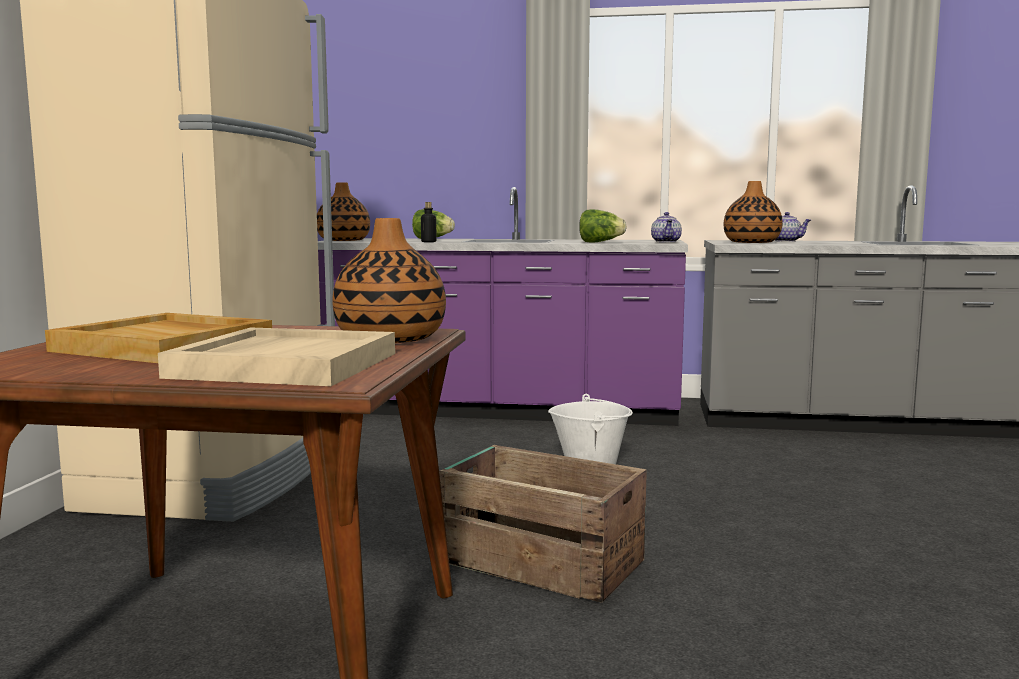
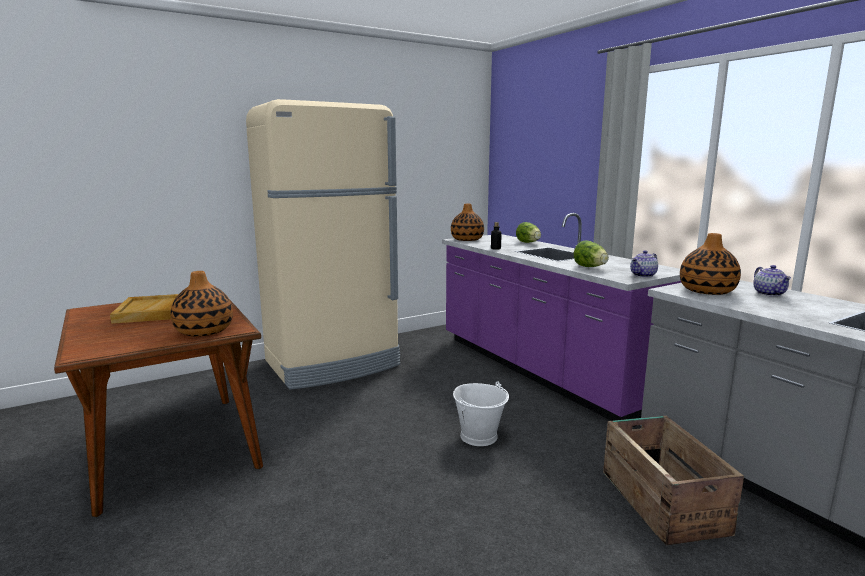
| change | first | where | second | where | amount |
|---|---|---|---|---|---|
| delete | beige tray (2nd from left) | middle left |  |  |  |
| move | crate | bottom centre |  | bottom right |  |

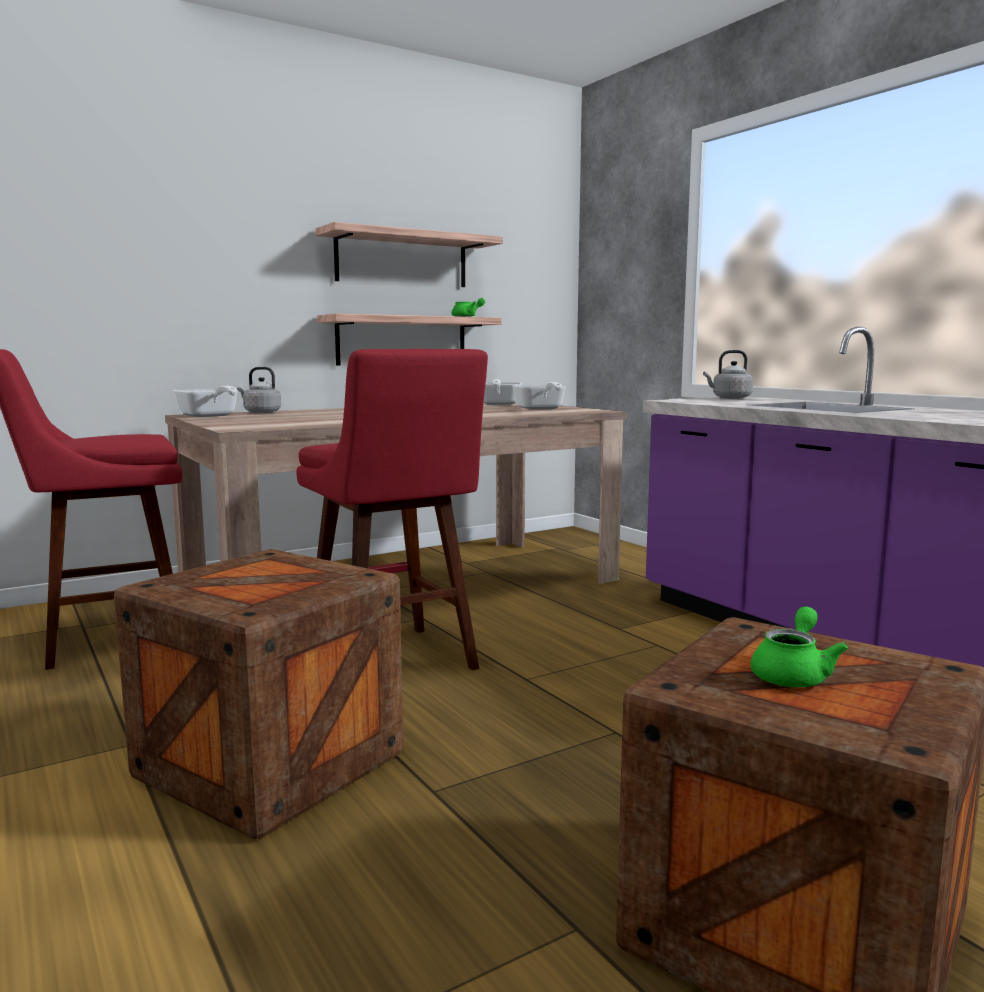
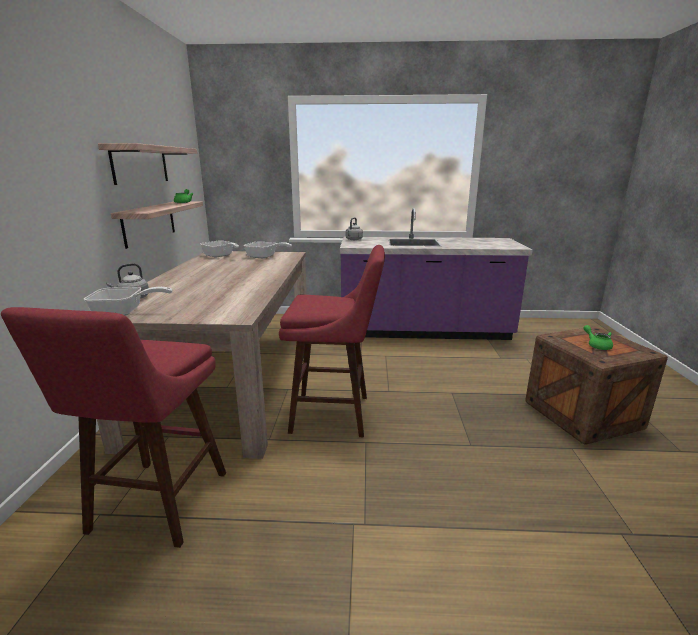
| change | first | where | second | where | amount |
|---|---|---|---|---|---|
| delete | crate (1st from left) | bottom left |  |  |  |

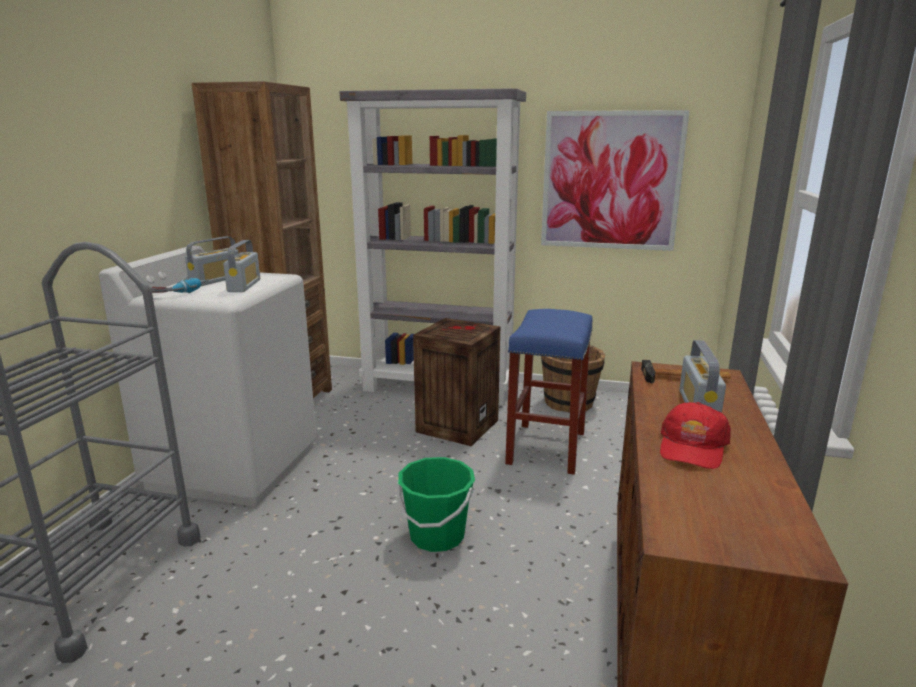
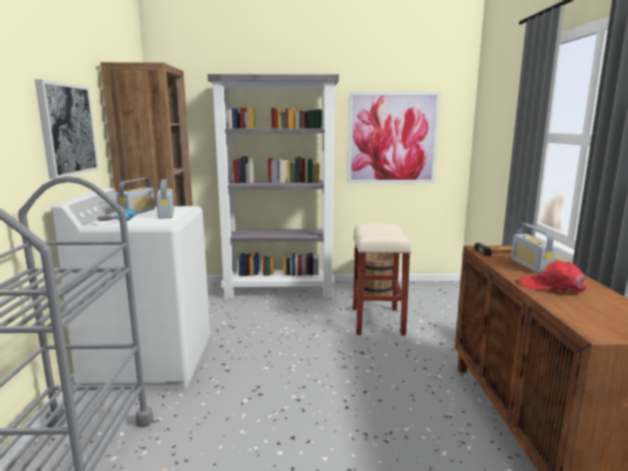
| change | first | where | second | where | amount |
|---|---|---|---|---|---|
| delete | green bucket | bottom centre |  |  |  |
| delete | crate | centre |  |  |  |
| insert |  |  | picture (1st from left) | top left |  |
| recolor | blue stool | centre | beige stool | centre |  |
| rotate | red cap | middle right |  | middle right | 105 degrees clockwise |

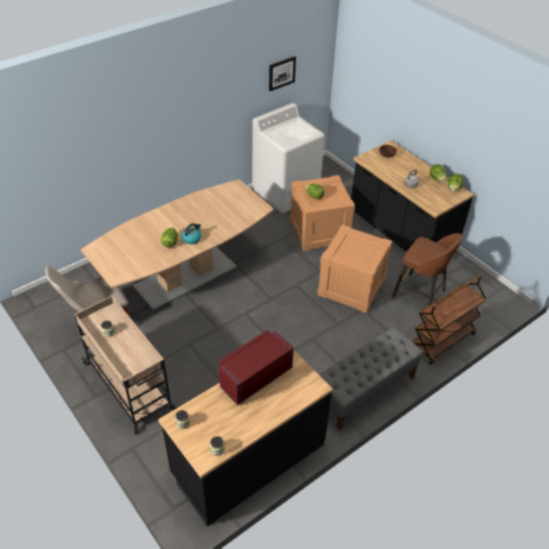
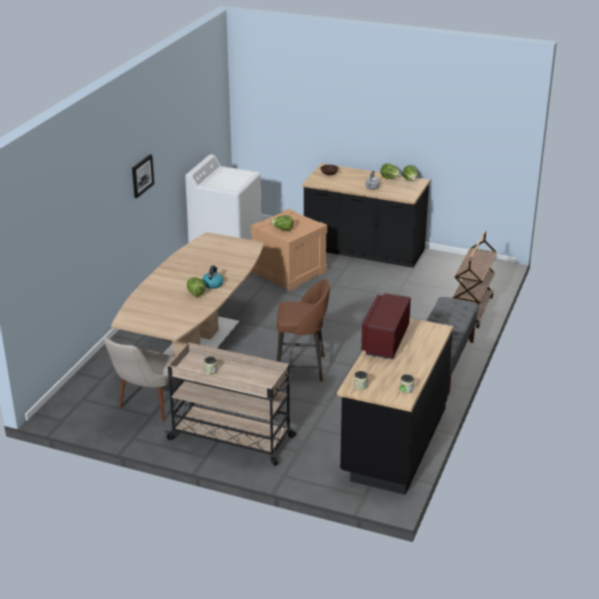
| change | first | where | second | where | amount |
|---|---|---|---|---|---|
| delete | crate (2nd from left) | centre |  |  |  |
| move | picture | top centre |  | top left |  |
| move | brown stool | middle right |  | centre |  |

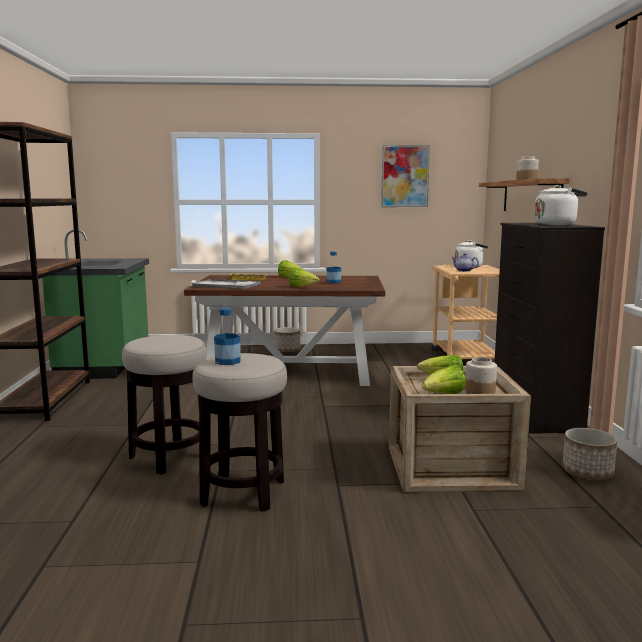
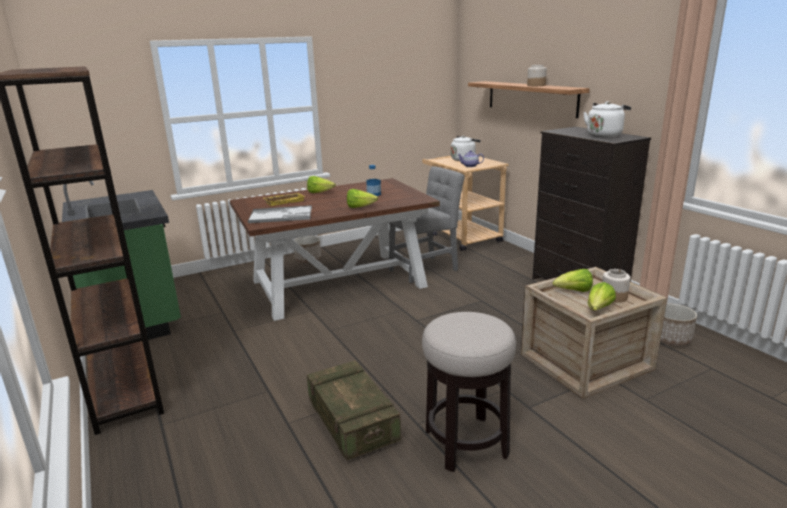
| change | first | where | second | where | amount |
|---|---|---|---|---|---|
| delete | bottle (1st from left) | centre |  |  |  |
| delete | picture | top centre |  |  |  |
| insert |  |  | grey chair | centre |  |
| replace | stool (1st from left) | middle left | crate (1st from left) | bottom centre |  |

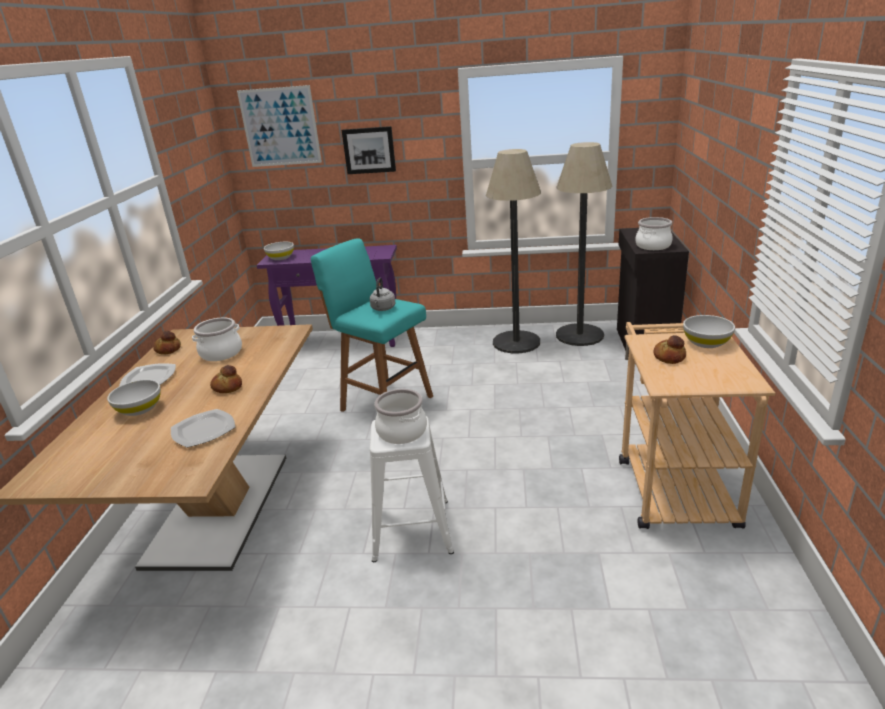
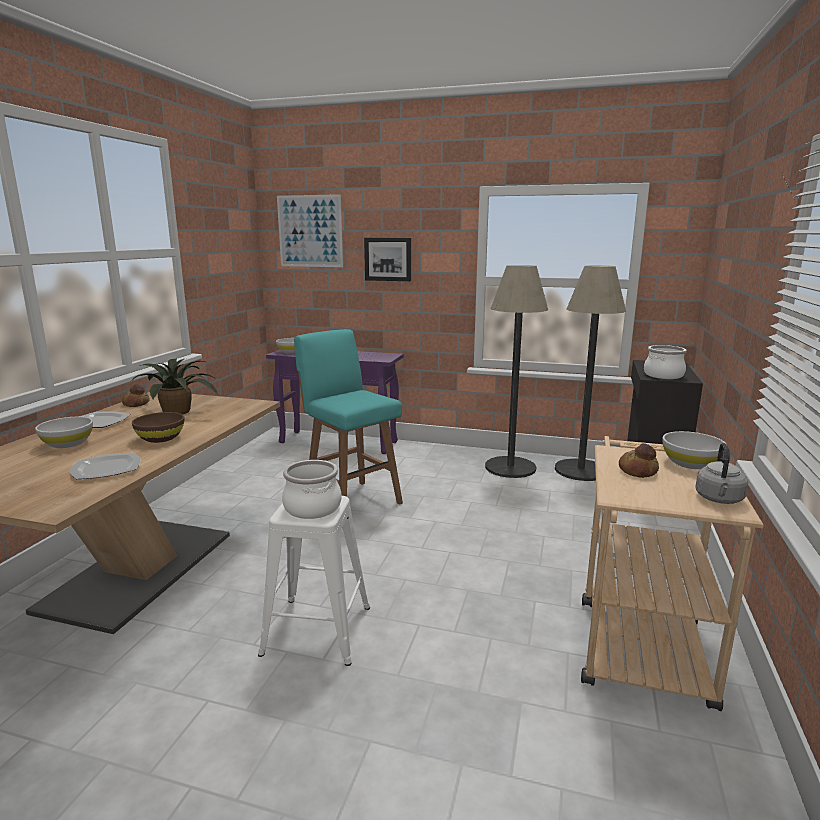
| change | first | where | second | where | amount |
|---|---|---|---|---|---|
| move | grey kettle | centre |  | middle right |  |
| replace | cooking pot (1st from left) | middle left | potted plant | middle left |  |
| replace | bread (2nd from left) | middle left | brown bowl | middle left |  |

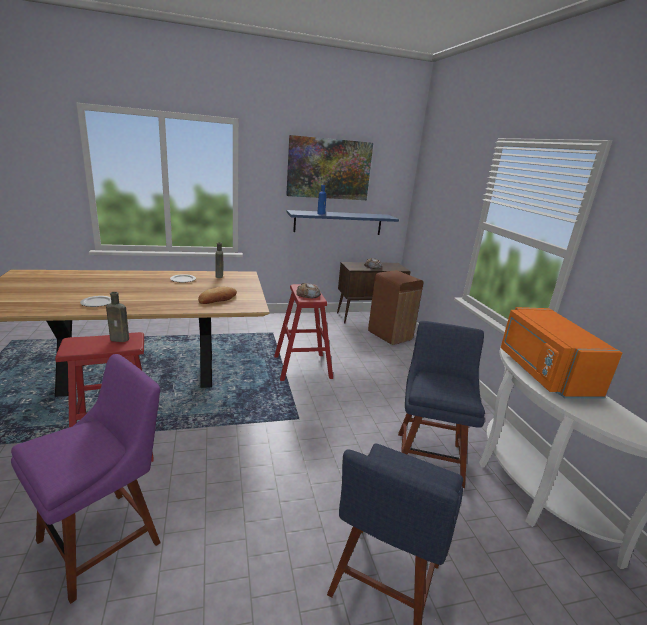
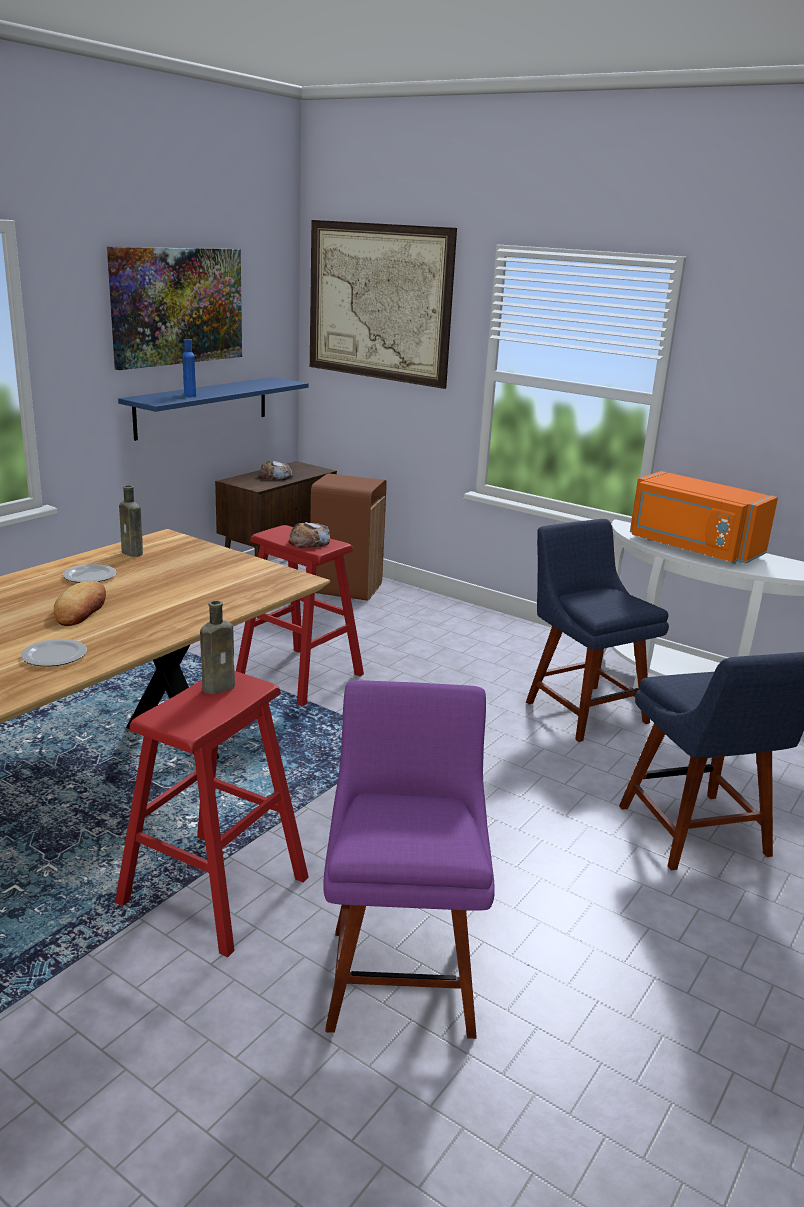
| change | first | where | second | where | amount |
|---|---|---|---|---|---|
| insert |  |  | picture (2nd from left) | top centre |  |
| move | bread (1st from left) | centre |  | middle left |  |

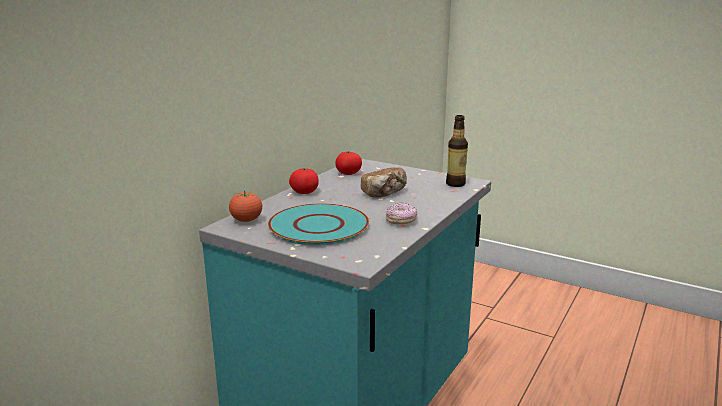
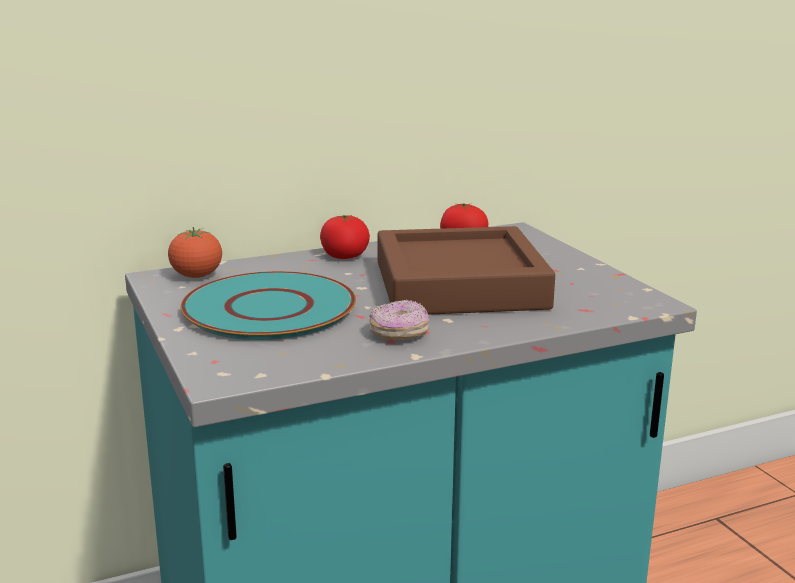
| change | first | where | second | where | amount |
|---|---|---|---|---|---|
| delete | bottle | centre |  |  |  |
| replace | bread | centre | brown tray | centre |  |

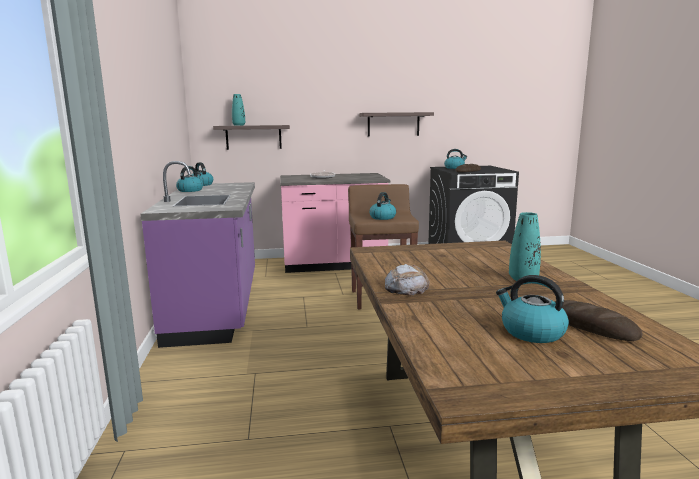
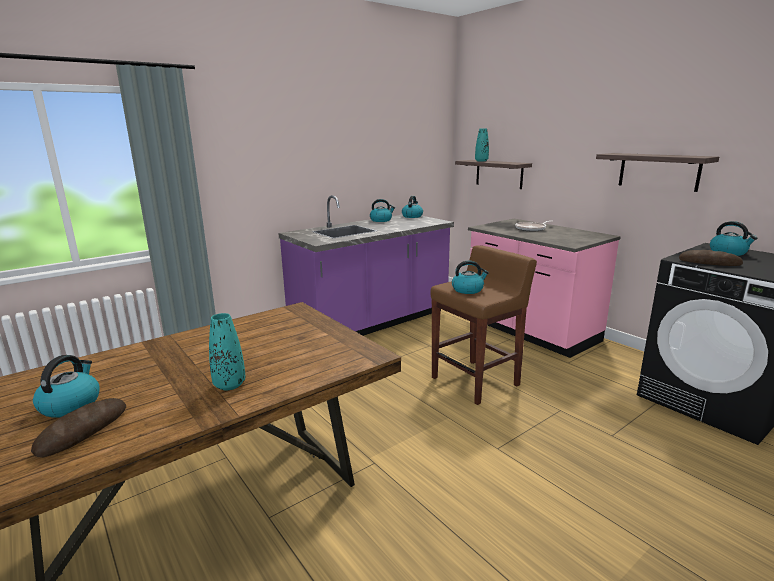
| change | first | where | second | where | amount |
|---|---|---|---|---|---|
| delete | bread (1st from left) | centre |  |  |  |

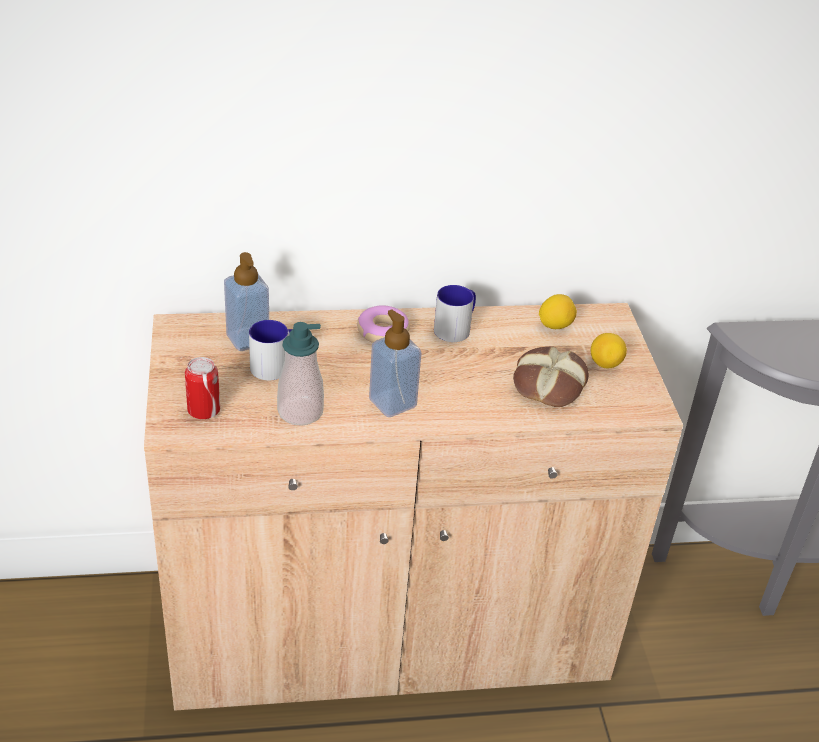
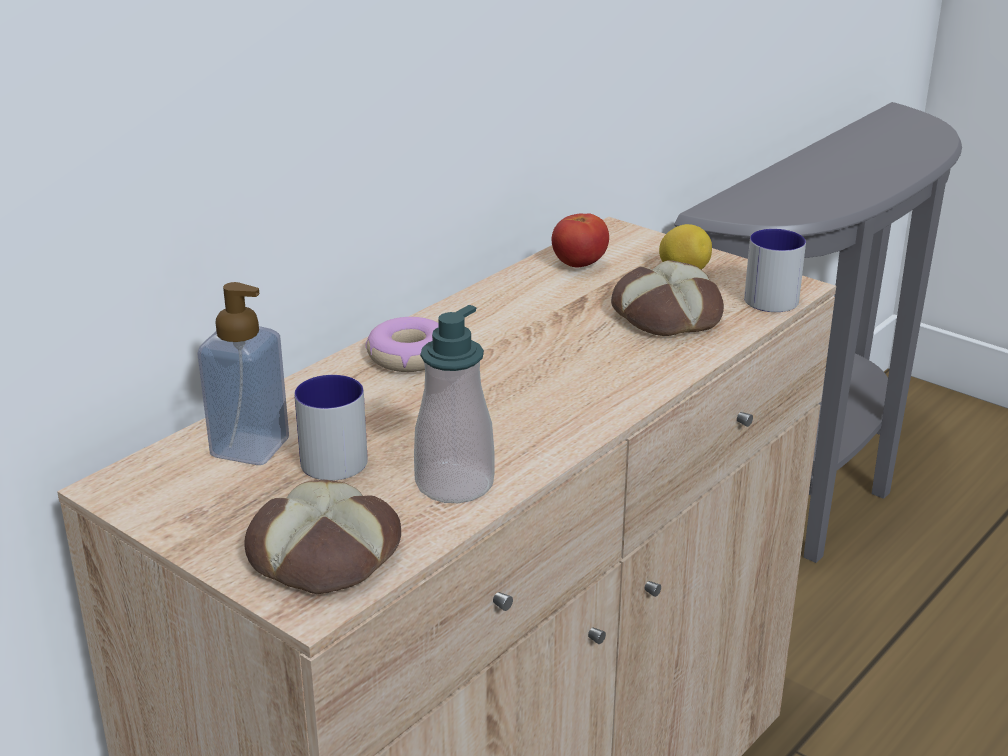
| change | first | where | second | where | amount |
|---|---|---|---|---|---|
| delete | soap dispenser (3rd from left) | centre |  |  |  |
| move | mug (2nd from left) | centre |  | middle right |  |
| replace | can | middle left | bread (1st from left) | bottom left |  |
| replace | lemon (1st from left) | middle right | tomato | top centre |  |

